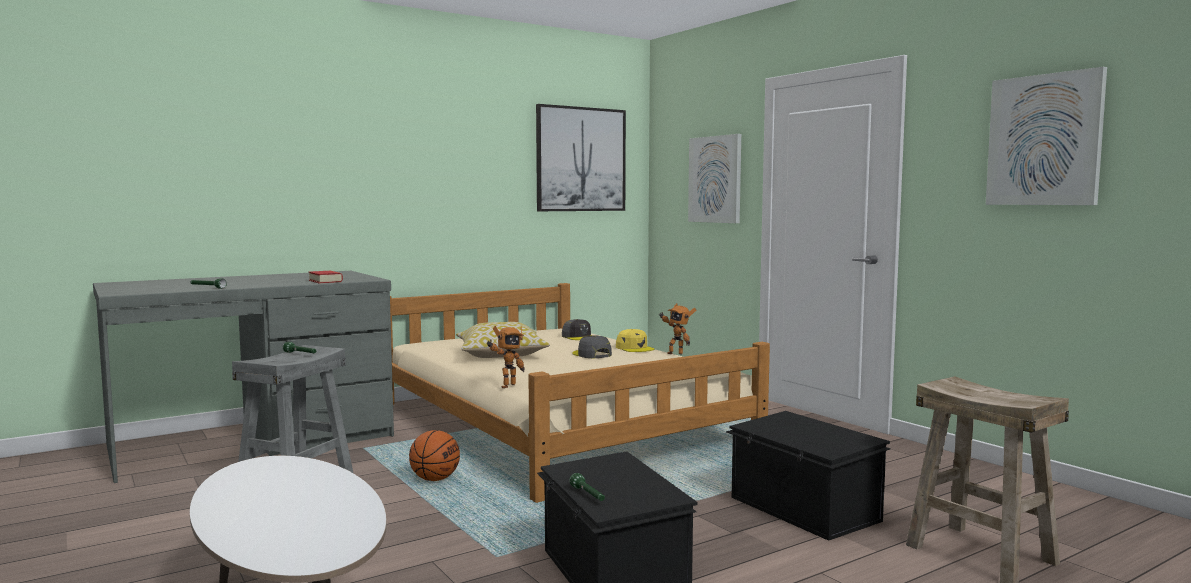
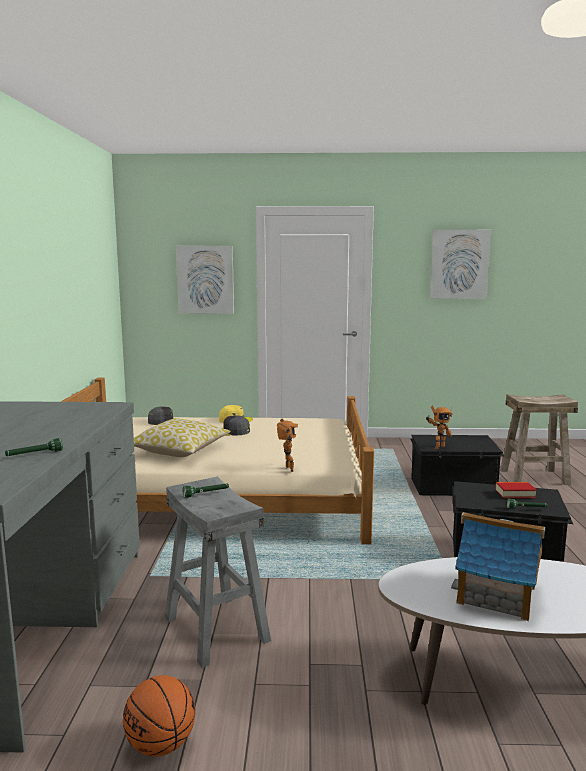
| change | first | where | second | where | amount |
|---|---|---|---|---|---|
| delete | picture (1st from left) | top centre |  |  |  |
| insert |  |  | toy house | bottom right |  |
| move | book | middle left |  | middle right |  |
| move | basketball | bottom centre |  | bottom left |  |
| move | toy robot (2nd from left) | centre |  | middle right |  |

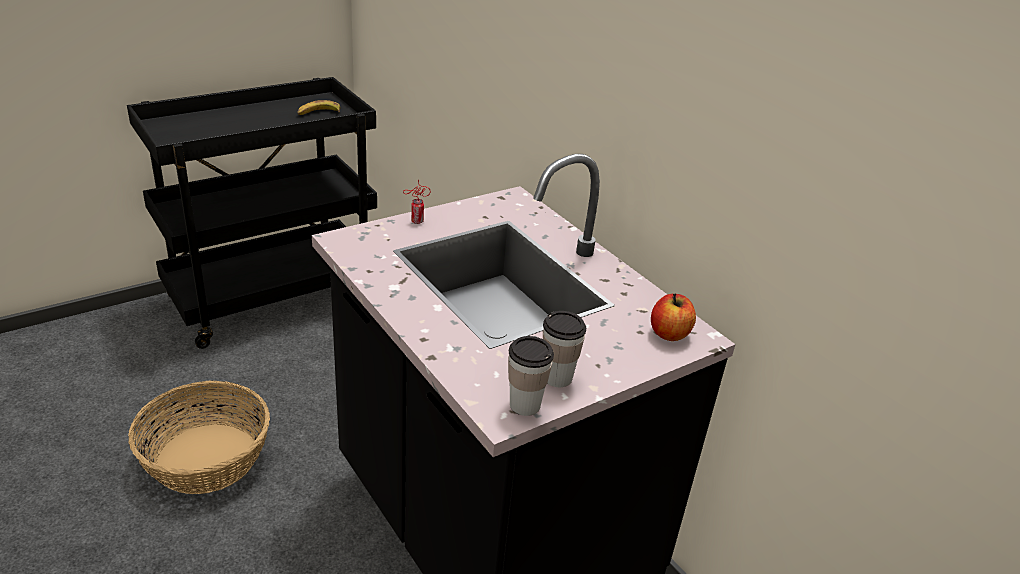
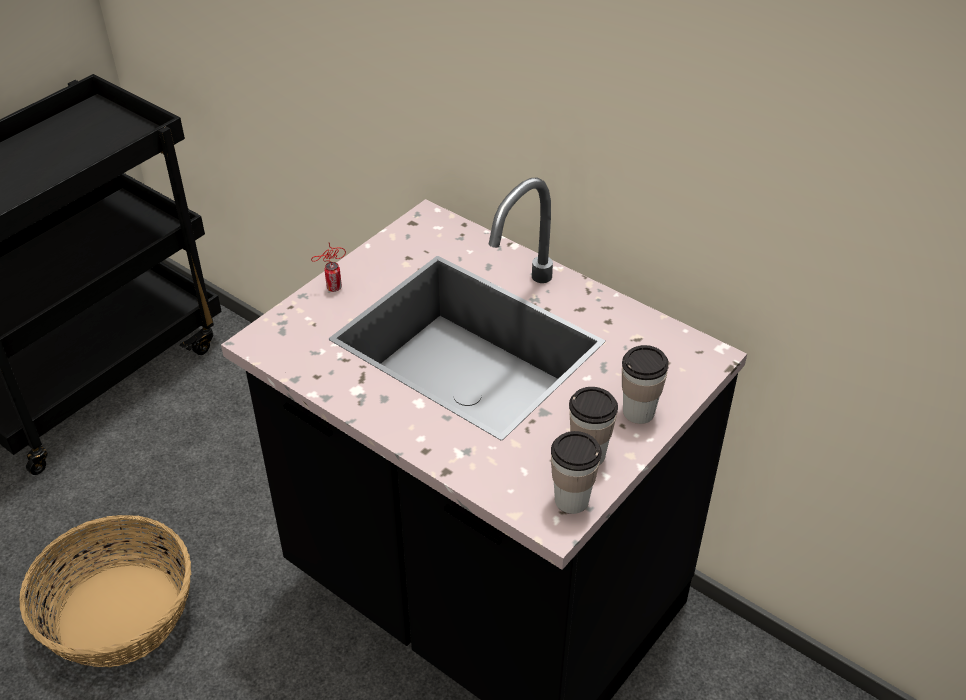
| change | first | where | second | where | amount |
|---|---|---|---|---|---|
| delete | banana | top left |  |  |  |
| delete | apple | centre |  |  |  |
| insert |  |  | cup (3rd from left) | middle right |  |

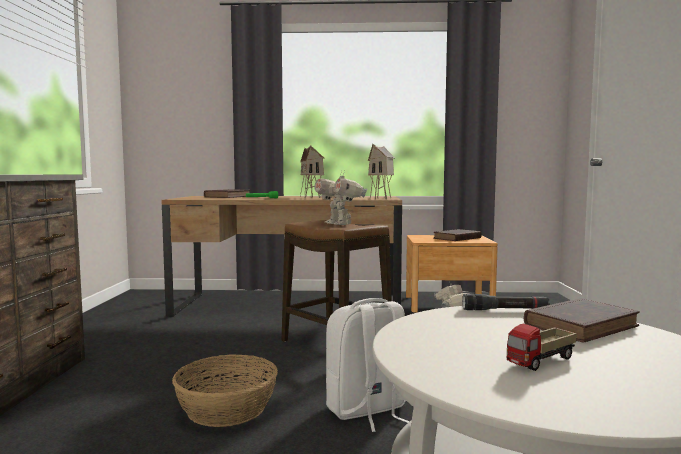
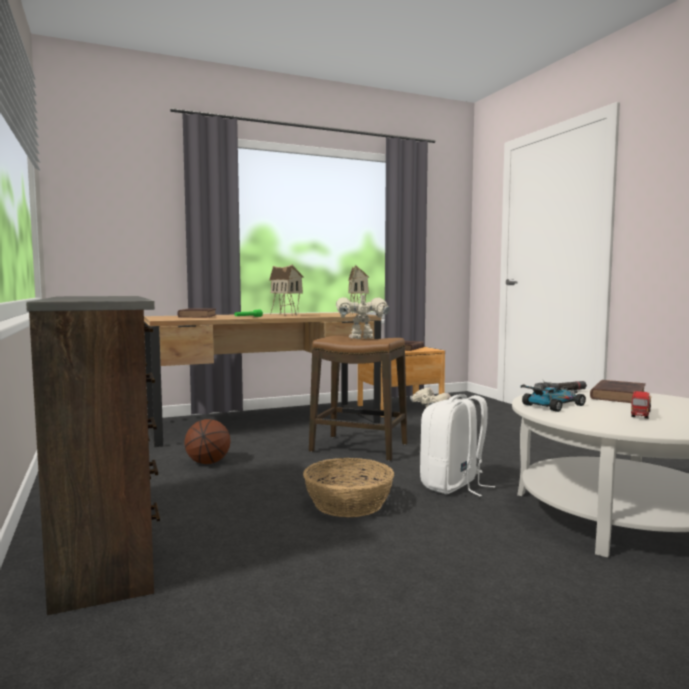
| change | first | where | second | where | amount |
|---|---|---|---|---|---|
| insert |  |  | basketball | middle left |  |
| insert |  |  | toy car | middle right |  |
| rotate | toy robot (1st from left) | centre |  | centre | 135 degrees clockwise |

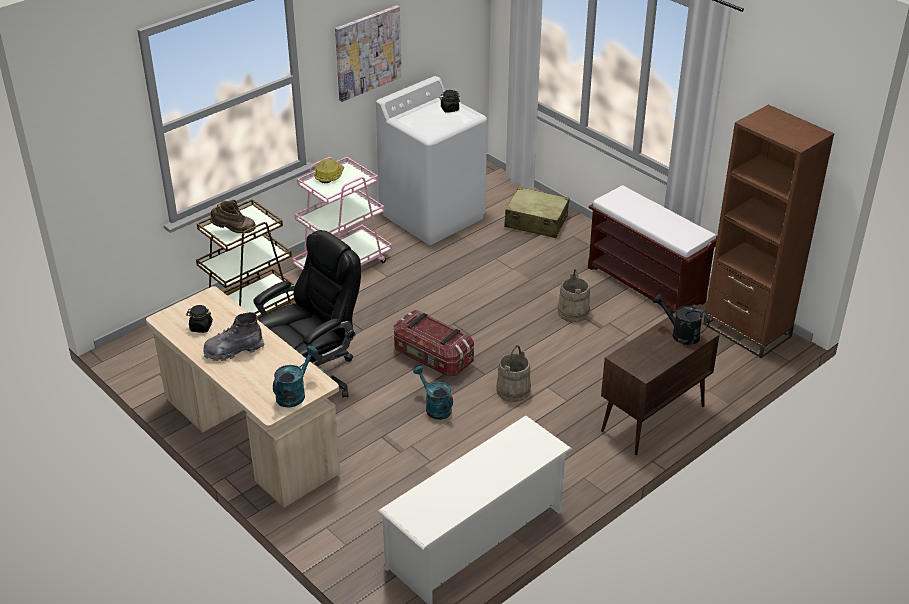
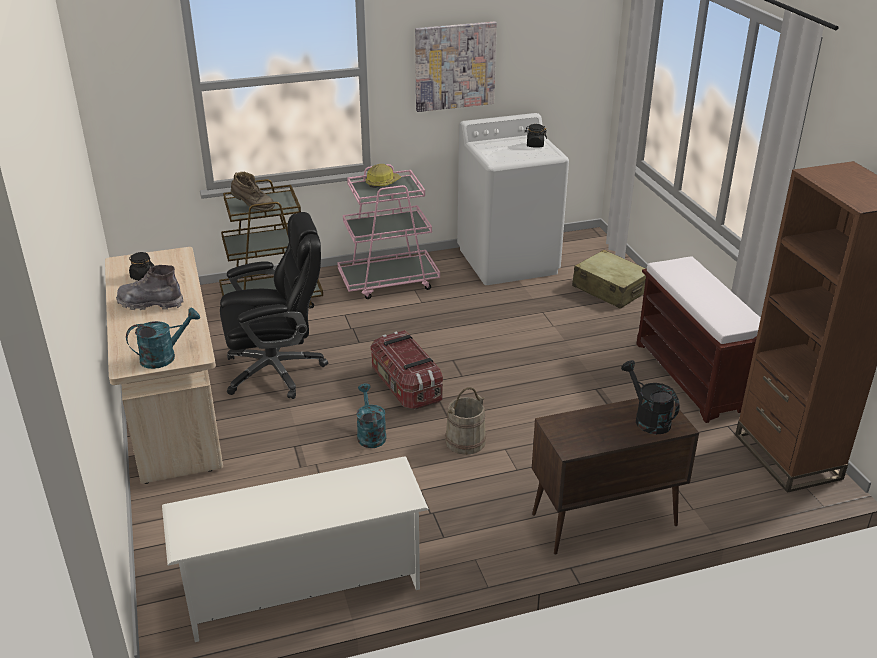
| change | first | where | second | where | amount |
|---|---|---|---|---|---|
| delete | beige bucket (2nd from left) | centre |  |  |  |

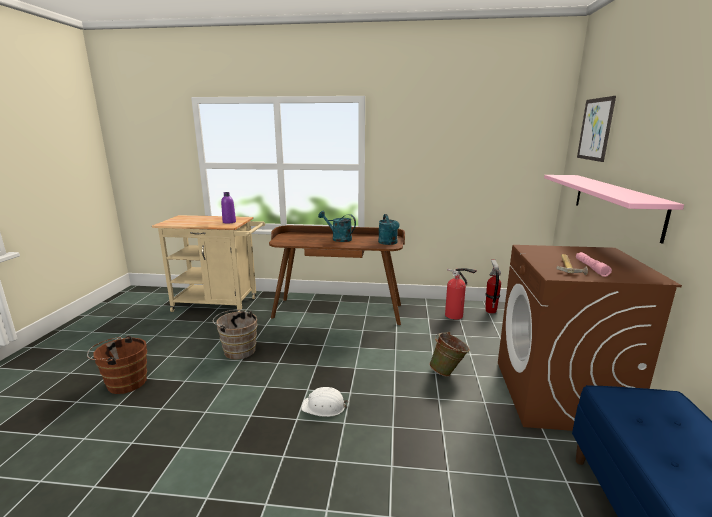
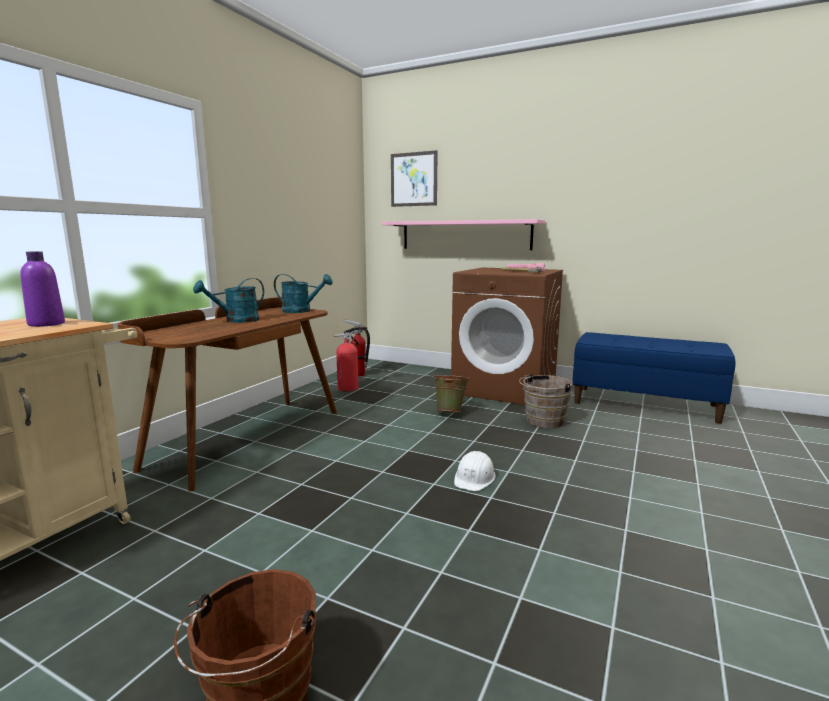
| change | first | where | second | where | amount |
|---|---|---|---|---|---|
| move | brown bucket (2nd from left) | middle left |  | centre |  |

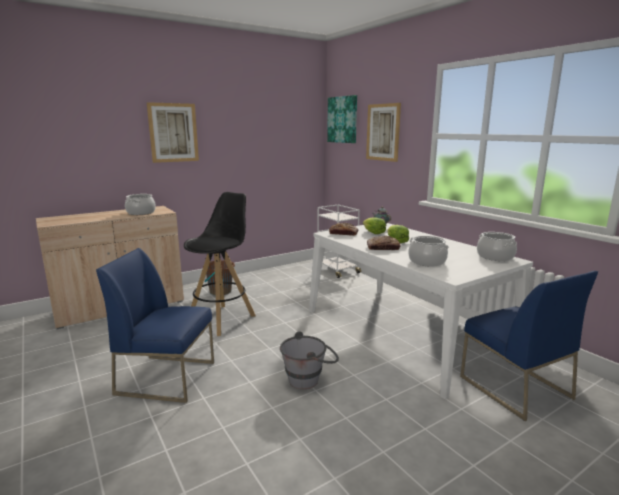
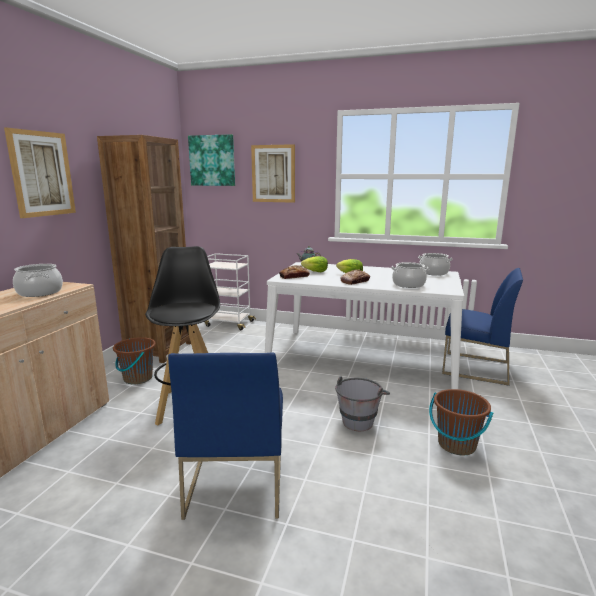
| change | first | where | second | where | amount |
|---|---|---|---|---|---|
| insert |  |  | brown bookcase | middle left |  |
| insert |  |  | brown bucket (2nd from left) | bottom right |  |
| rotate | blue chair (1st from left) | middle left |  | bottom centre | 60 degrees counterclockwise |

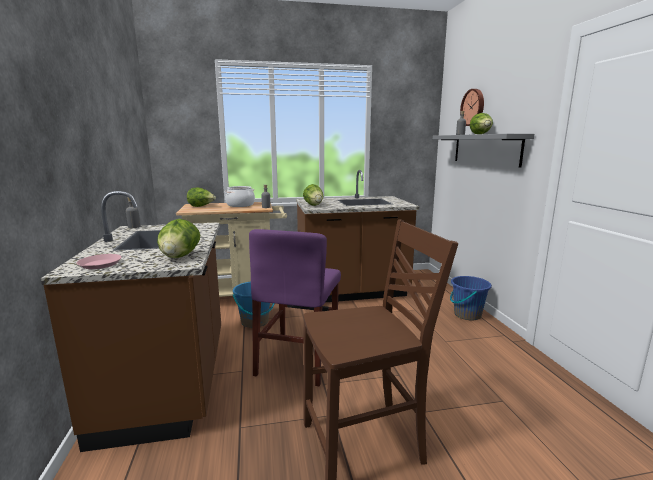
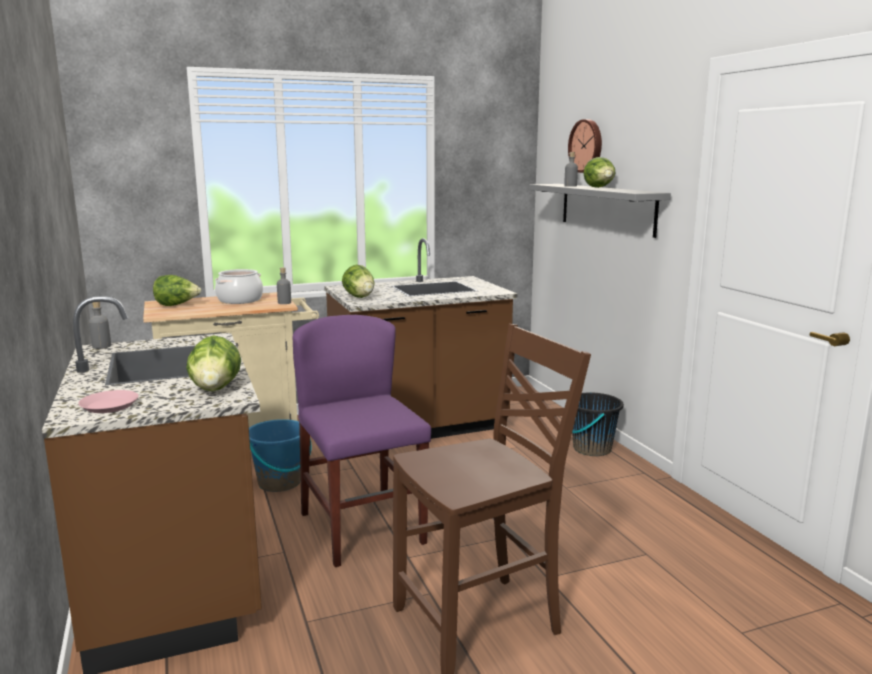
| change | first | where | second | where | amount |
|---|---|---|---|---|---|
| recolor | blue bucket (2nd from left) | middle right | black bucket | middle right |  |
| rotate | purple chair | centre |  | centre | 150 degrees clockwise |

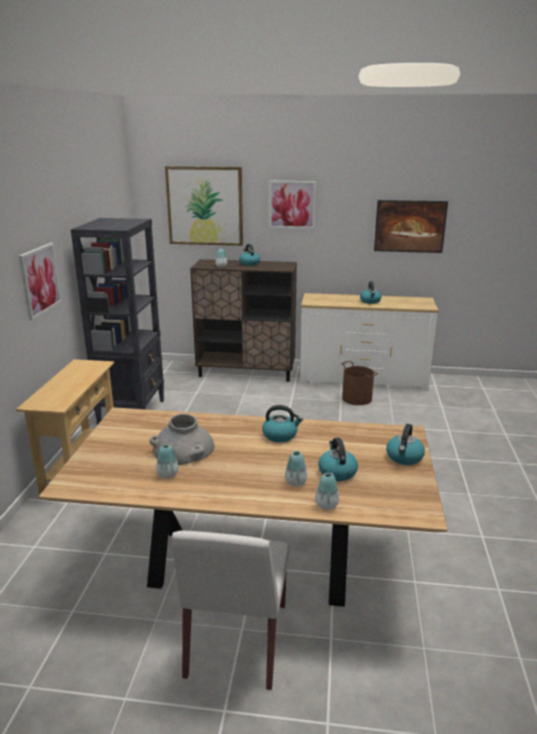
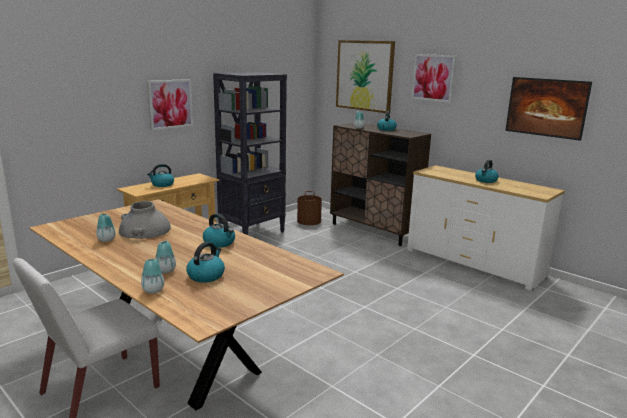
| change | first | where | second | where | amount |
|---|---|---|---|---|---|
| move | brown bucket | middle right |  | centre |  |
| move | kettle (5th from left in the first image) | middle right | kettle (1st from left) | middle left |  |

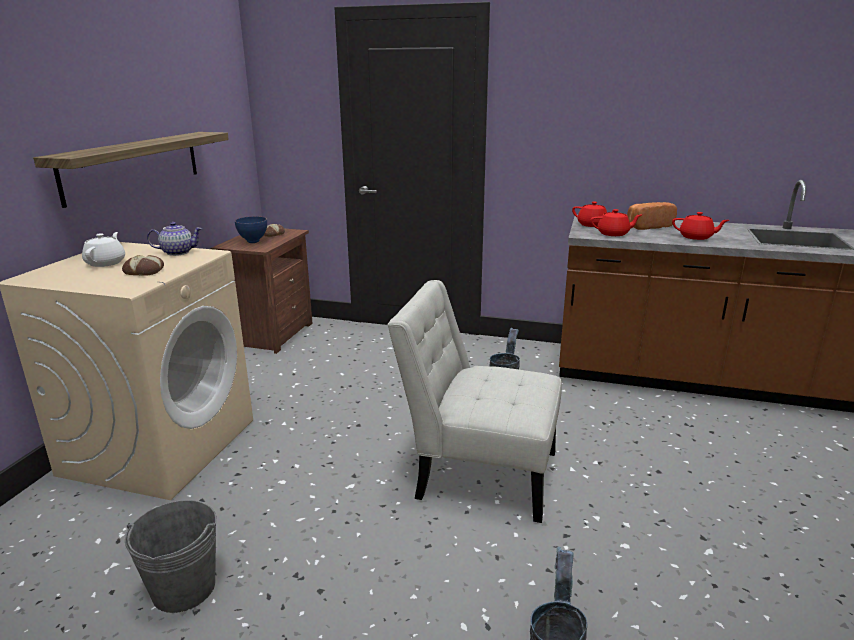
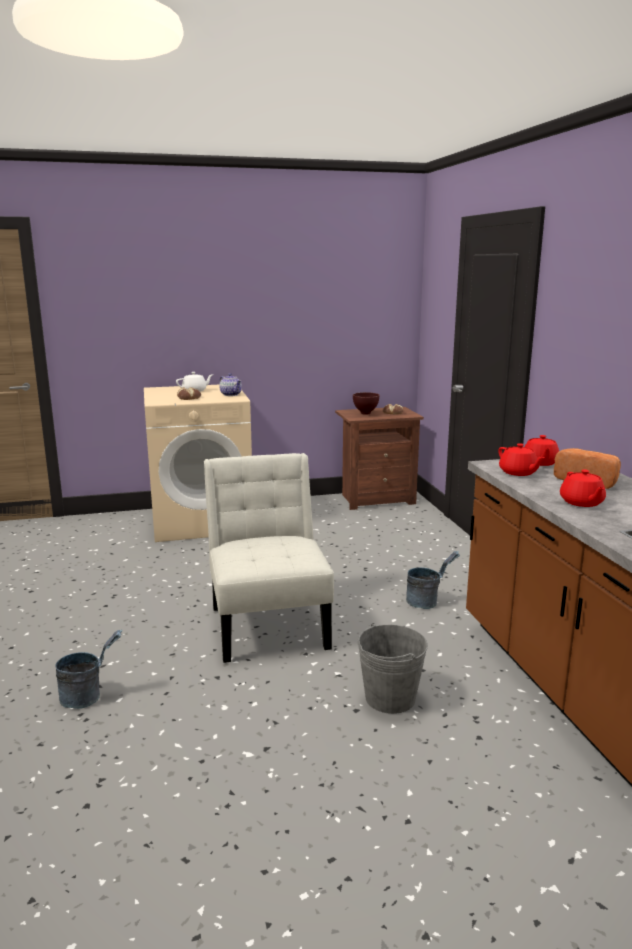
| change | first | where | second | where | amount |
|---|---|---|---|---|---|
| delete | shelf | top left |  |  |  |
| move | grey bucket (1st from left in the first image) | bottom left | grey bucket (2nd from left) | bottom centre |  |
| recolor | blue bowl | middle left | brown bowl | centre |  |

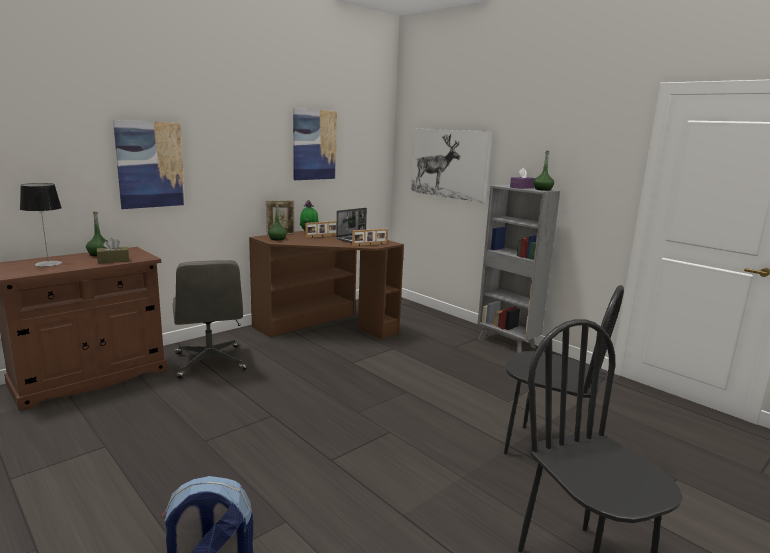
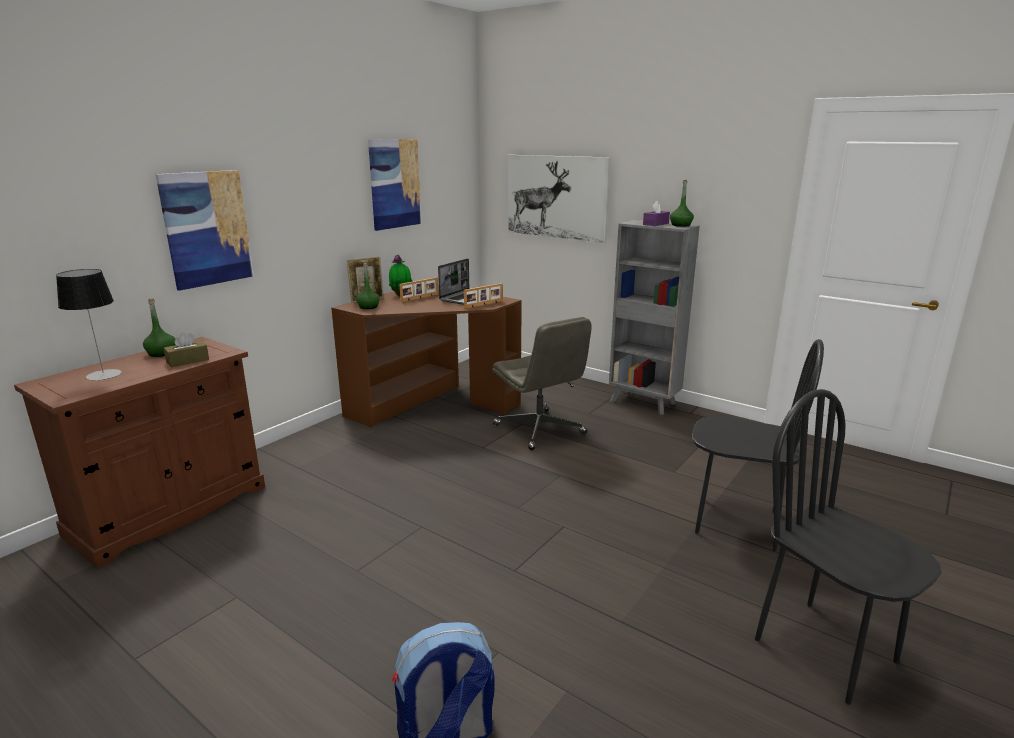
| change | first | where | second | where | amount |
|---|---|---|---|---|---|
| move | grey office chair | middle left |  | centre |  |

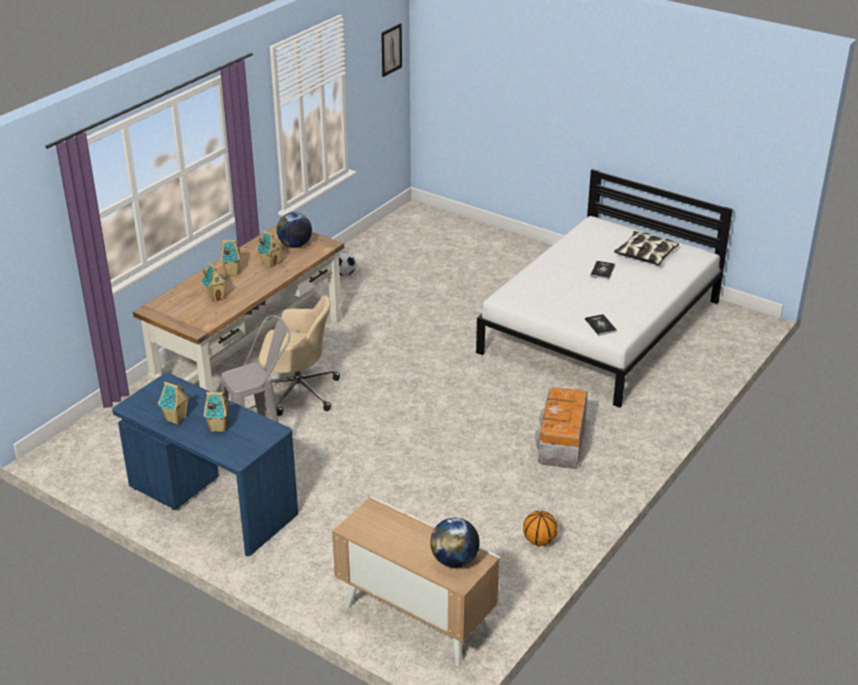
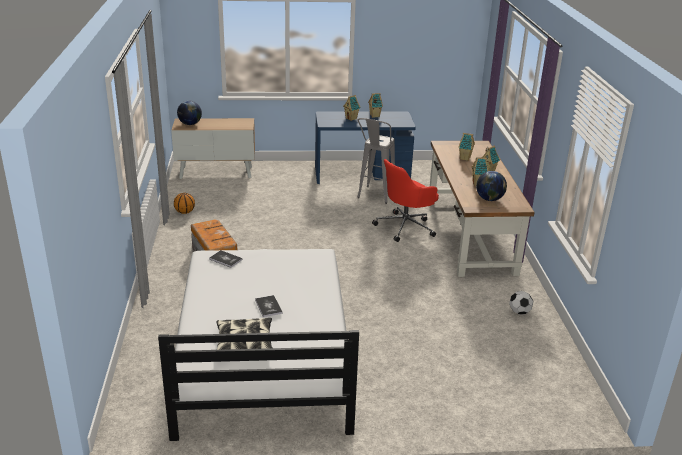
| change | first | where | second | where | amount |
|---|---|---|---|---|---|
| delete | picture | top centre |  |  |  |
| recolor | beige office chair | centre | red office chair | centre |  |

